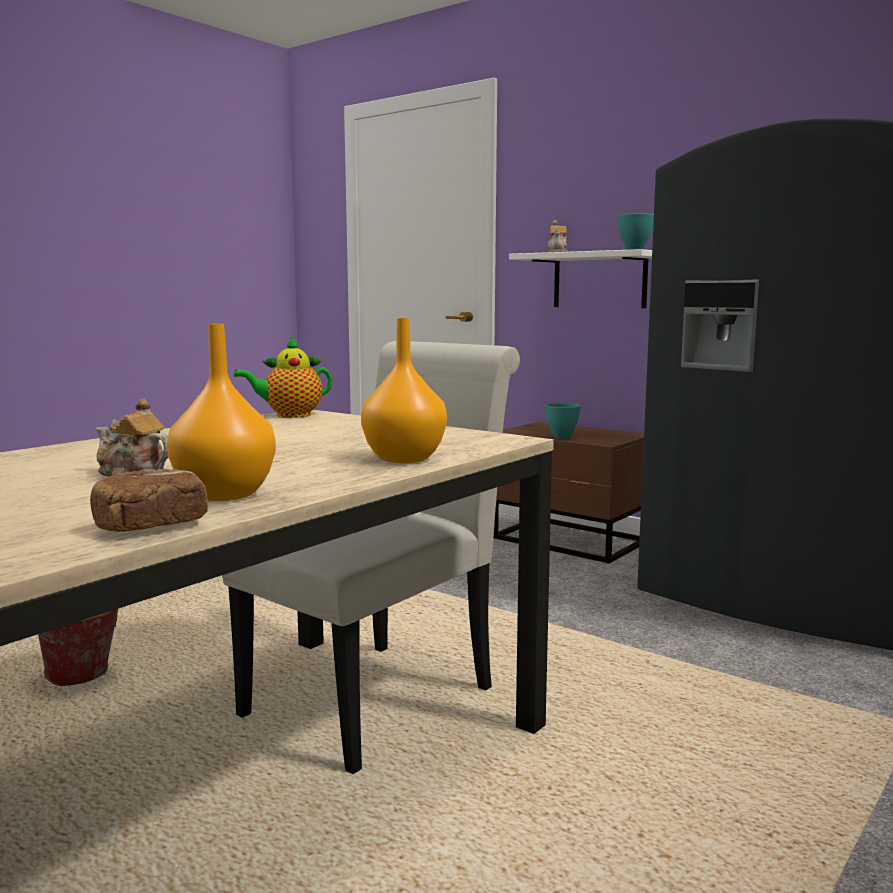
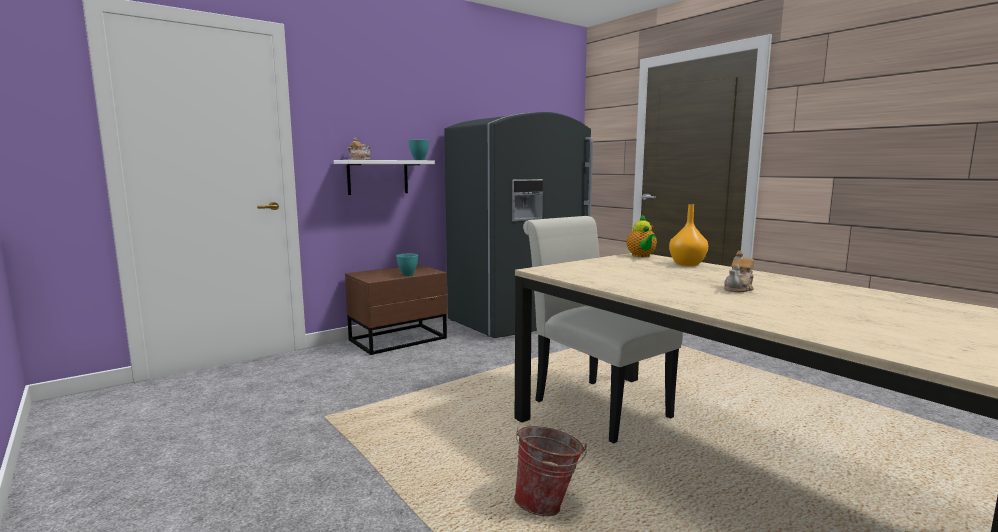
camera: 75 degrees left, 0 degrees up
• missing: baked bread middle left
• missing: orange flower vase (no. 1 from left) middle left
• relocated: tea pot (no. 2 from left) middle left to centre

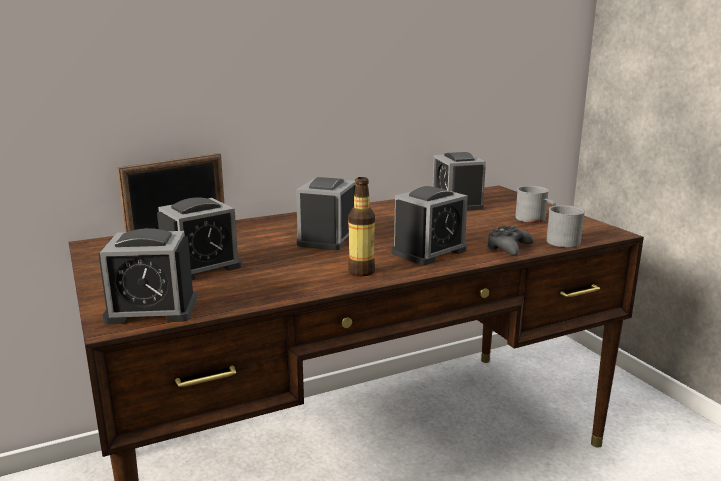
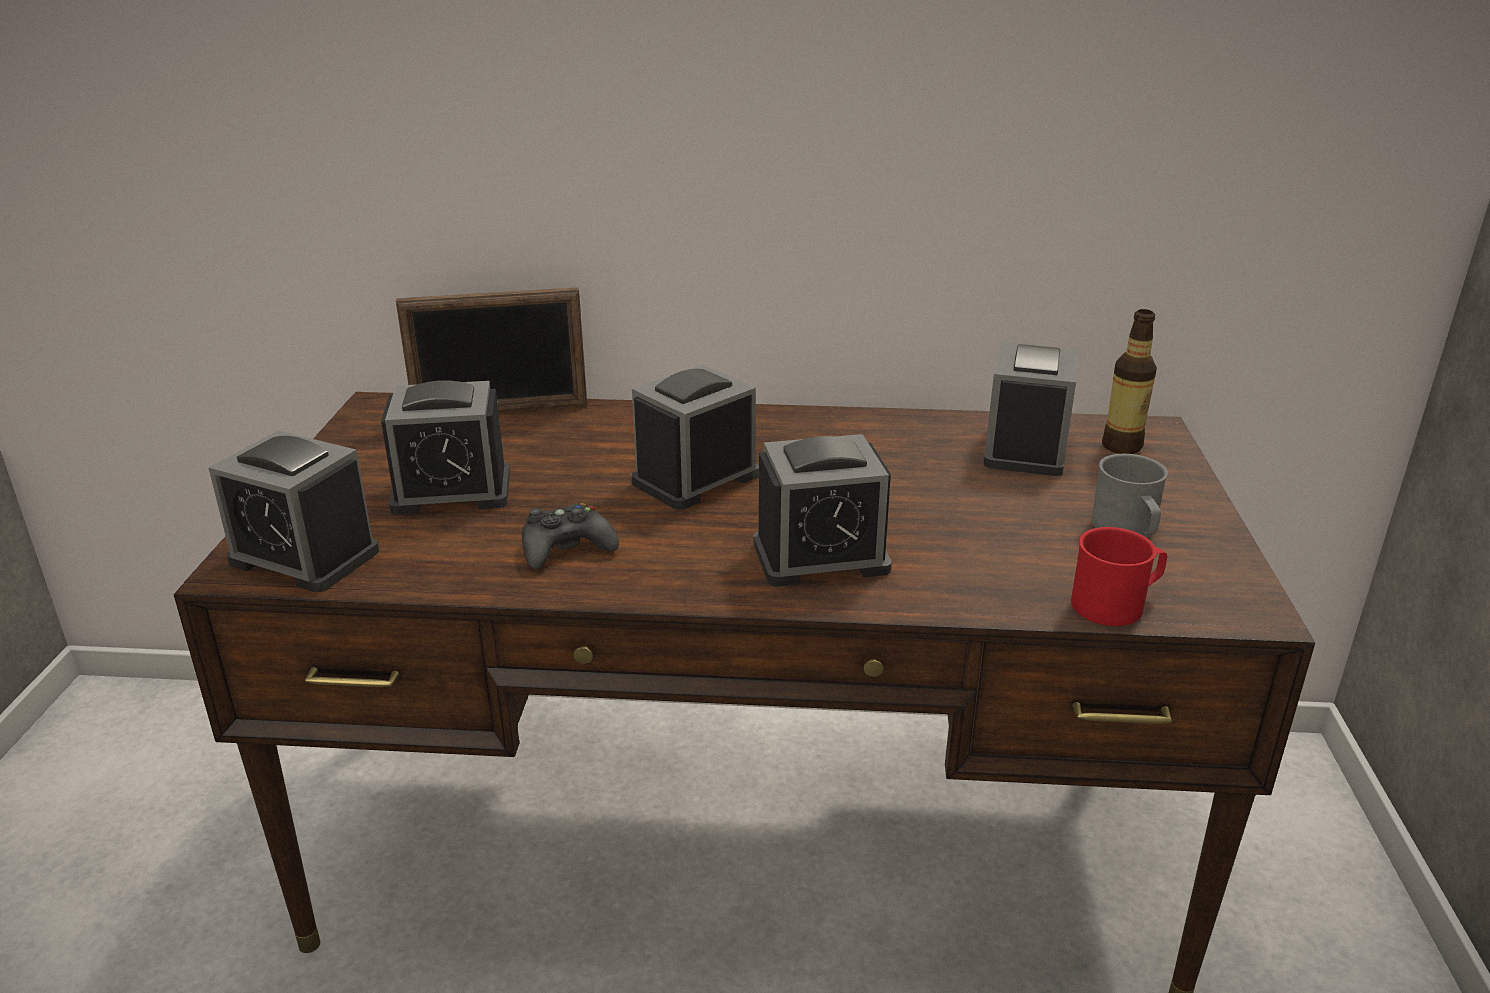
camera: 30 degrees right, 10 degrees up
• relocated: beverage bottle centre to middle right
• relocated: blackish game controller middle right to centre
• colour: grey tea mug (no. 2 from left) middle right to reddish tea mug middle right

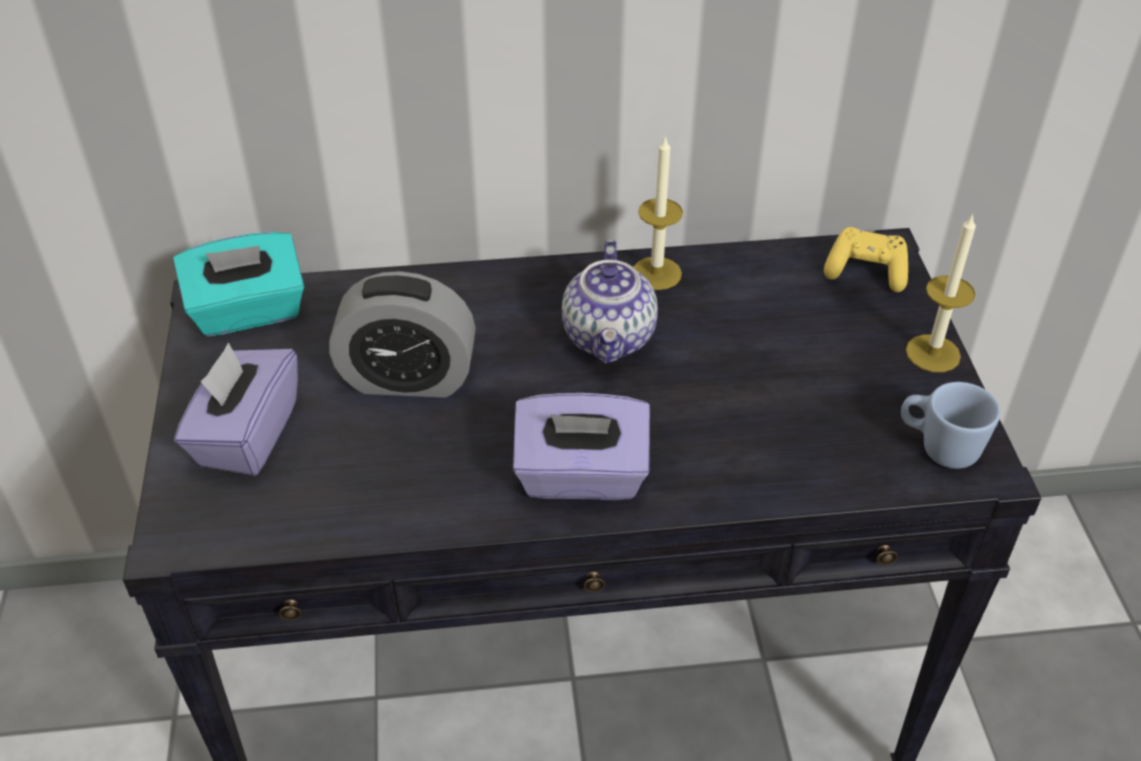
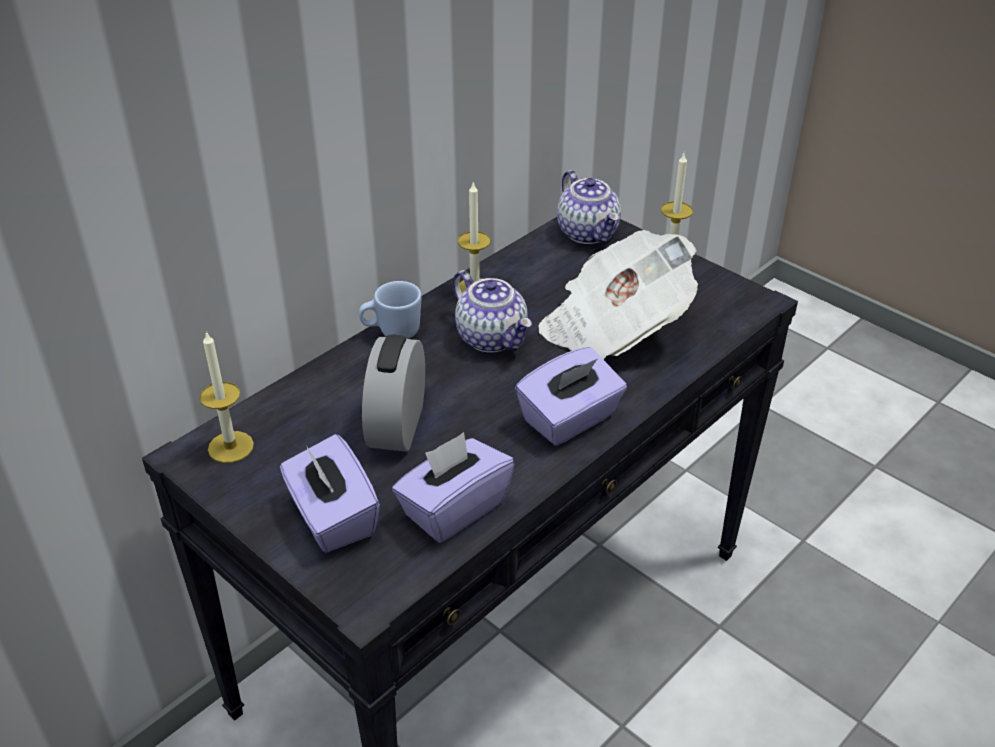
camera: 40 degrees left, 5 degrees down
• appeared: purple-coloured box of tissues (no. 2 from left) centre
• appeared: printed paper centre
• relocated: bluish tea mug middle right to centre
• exchanged: blue-green box of tissues middle left to candle (no. 1 from left) middle left
• exchanged: yellow-coloured game controller middle right to tea pot (no. 2 from left) top centre
• spun: bedside clock centre = centre 135 degrees clockwise

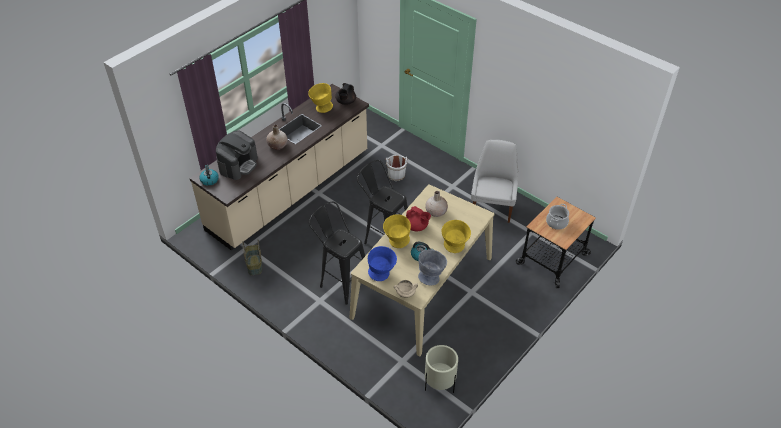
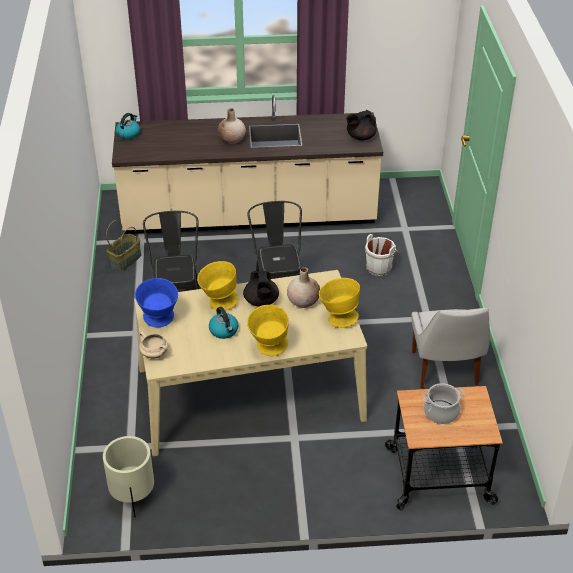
camera: 45 degrees right, 5 degrees down
• missing: coffee maker middle left
• missing: grey deep dish centre
• relocated: yellow-coloured deep dish (no. 1 from left in the first image) top centre to yellow-coloured deep dish (no. 3 from left) centre
• colour: reddish tea pot centre to blackish tea pot (no. 1 from left) centre
• spun: white-coloured chair centre = middle right 120 degrees clockwise

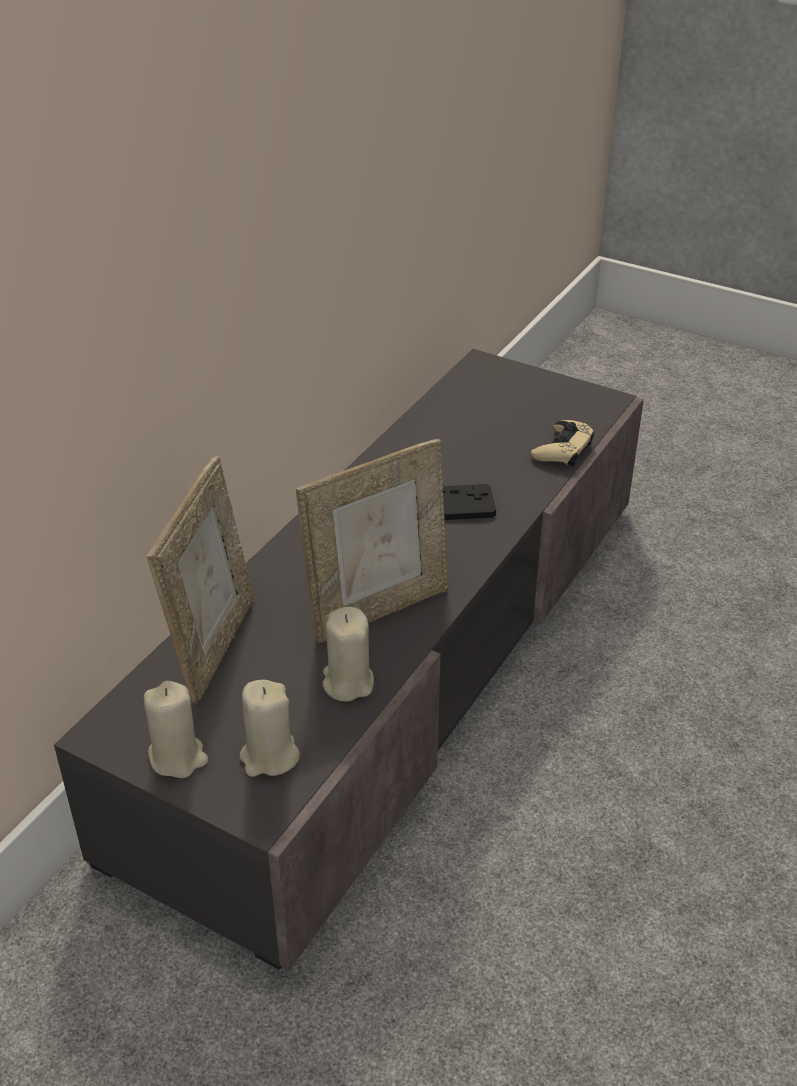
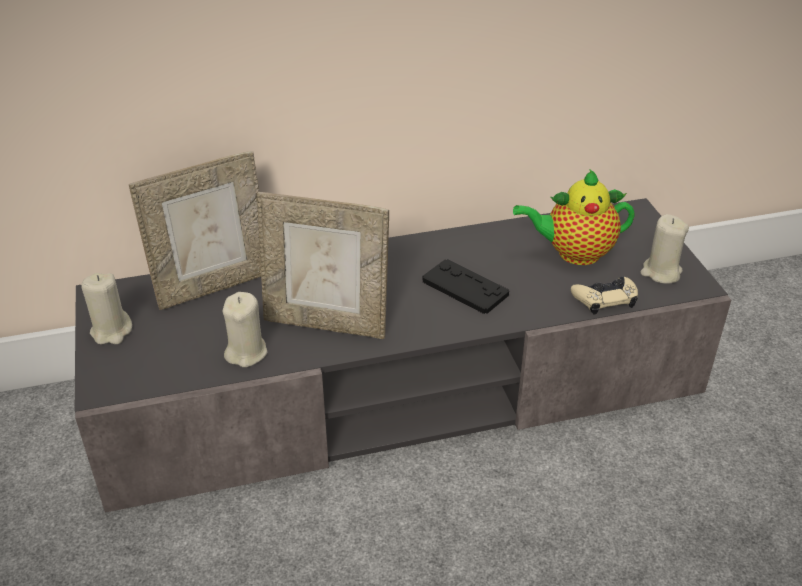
camera: 45 degrees right, 0 degrees up
• appeared: tea pot middle right
• relocated: beige candle (no. 2 from left in the first image) bottom centre to beige candle (no. 3 from left) middle right

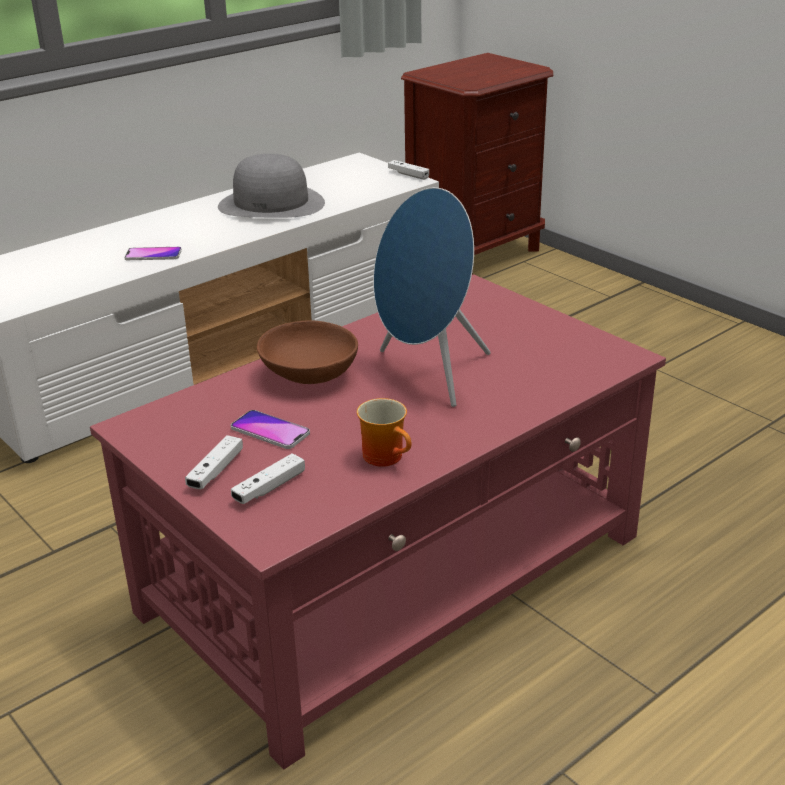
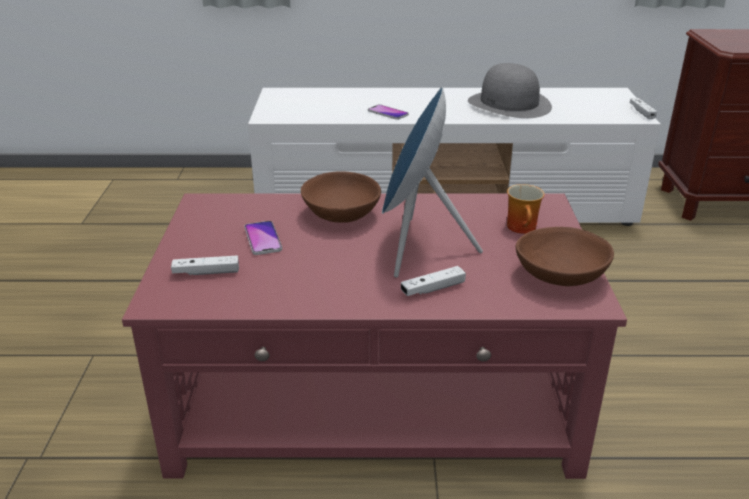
camera: 40 degrees right, 0 degrees up
• appeared: brown deep dish (no. 2 from left) middle right
• relocated: white-coloured game controller (no. 1 from left in the first image) middle left to white-coloured game controller (no. 2 from left) centre
• relocated: tea mug centre to middle right

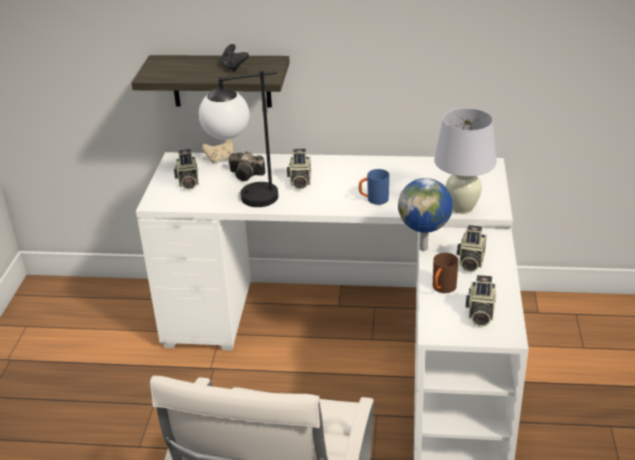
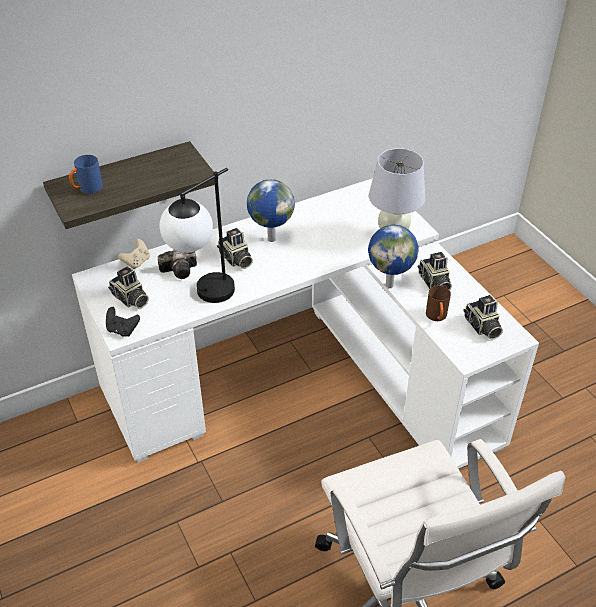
camera: 35 degrees left, 10 degrees up
• appeared: globe (no. 1 from left) centre
• relocated: blackish game controller top centre to middle left
• relocated: bluish tea mug centre to top left

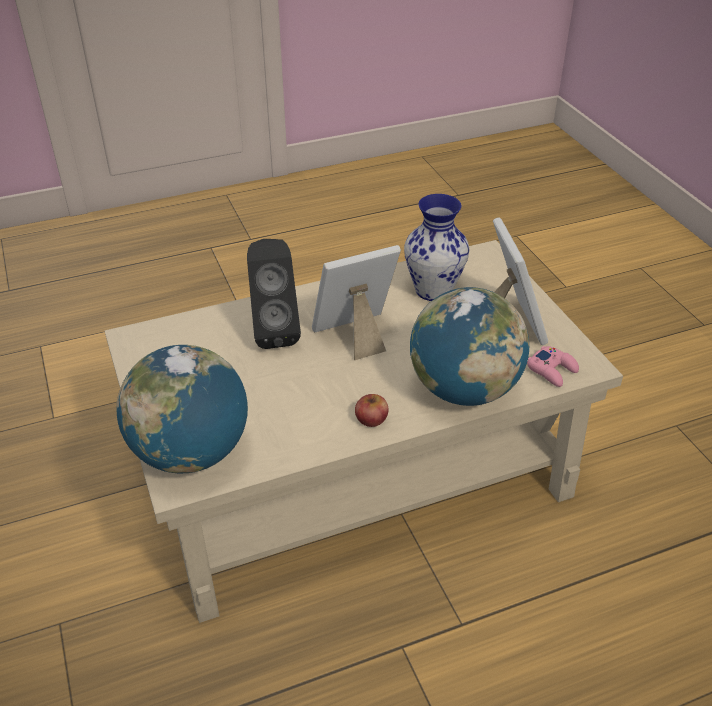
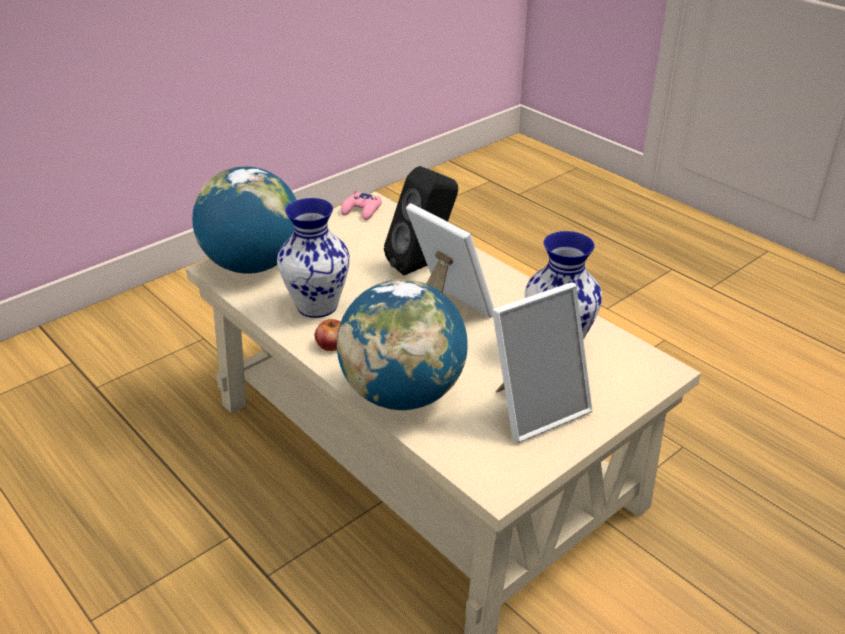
camera: 70 degrees right, 5 degrees down
• appeared: flower vase (no. 1 from left) centre
• relocated: pinkish game controller middle right to top centre

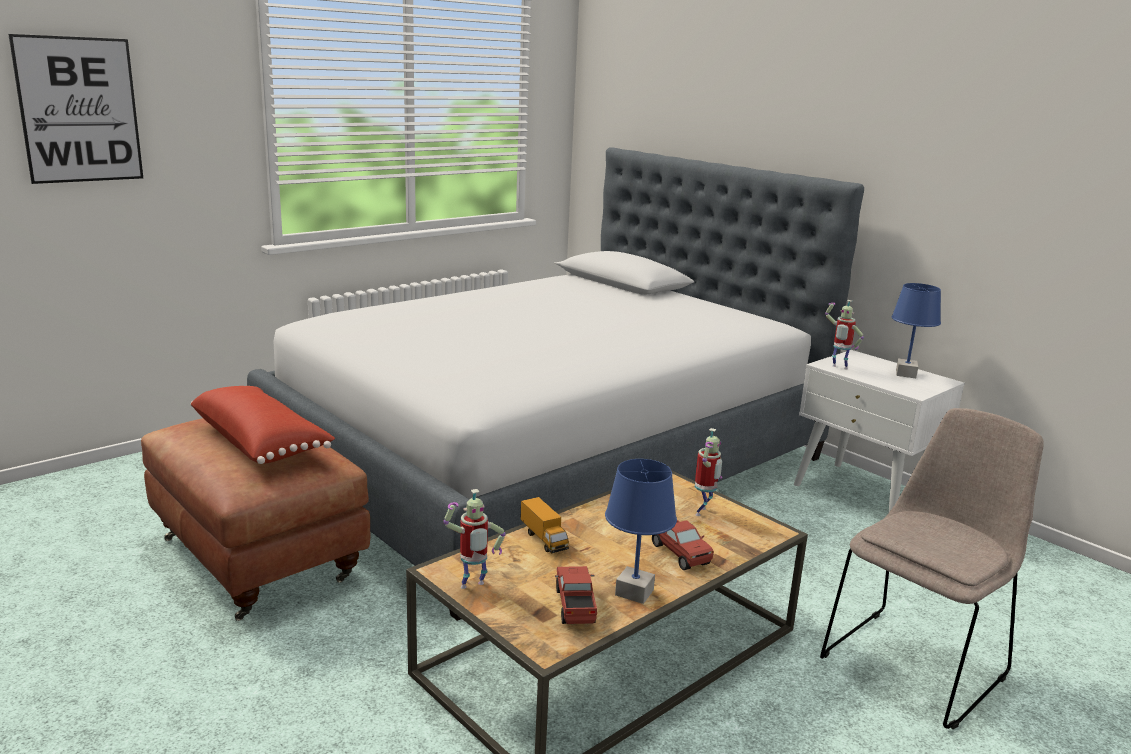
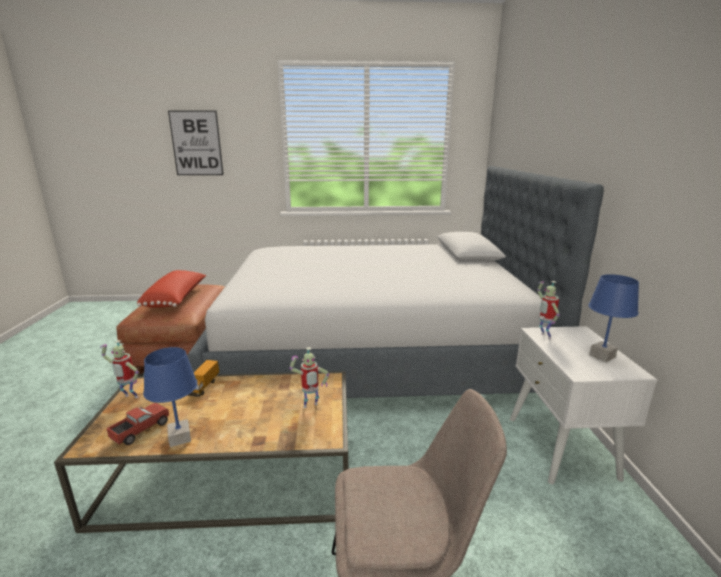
camera: 40 degrees right, 0 degrees up
• missing: model truck (no. 3 from left) bottom centre

